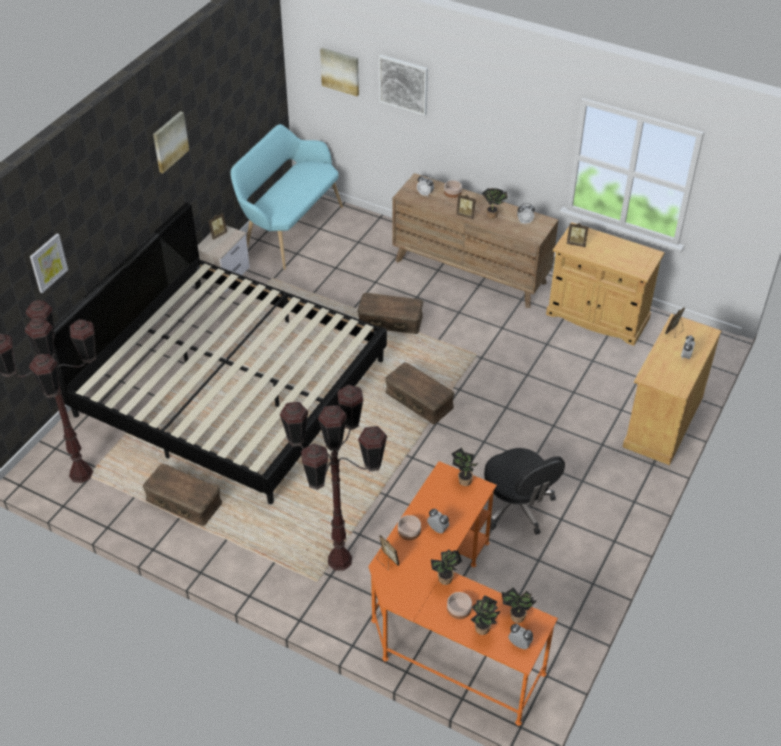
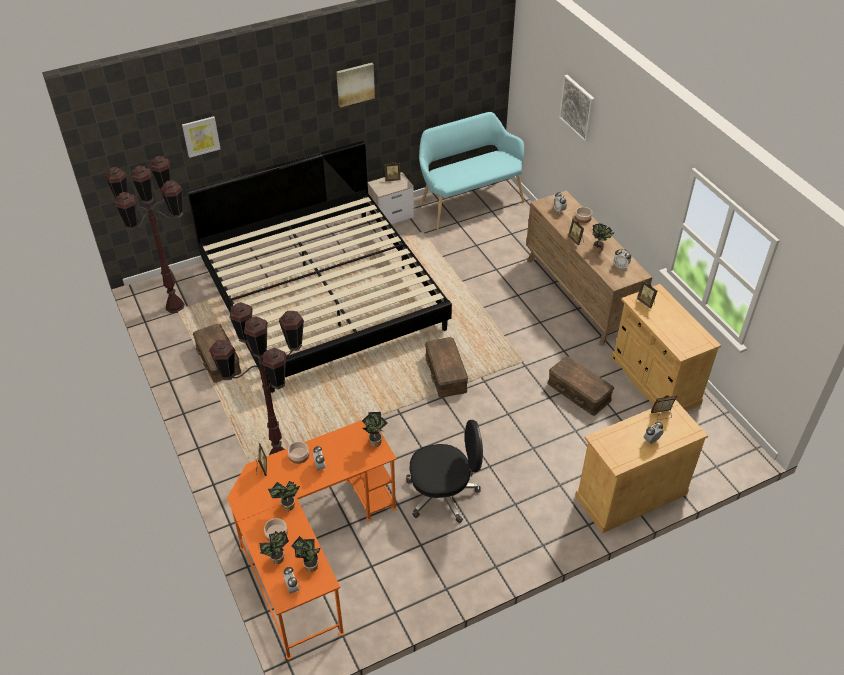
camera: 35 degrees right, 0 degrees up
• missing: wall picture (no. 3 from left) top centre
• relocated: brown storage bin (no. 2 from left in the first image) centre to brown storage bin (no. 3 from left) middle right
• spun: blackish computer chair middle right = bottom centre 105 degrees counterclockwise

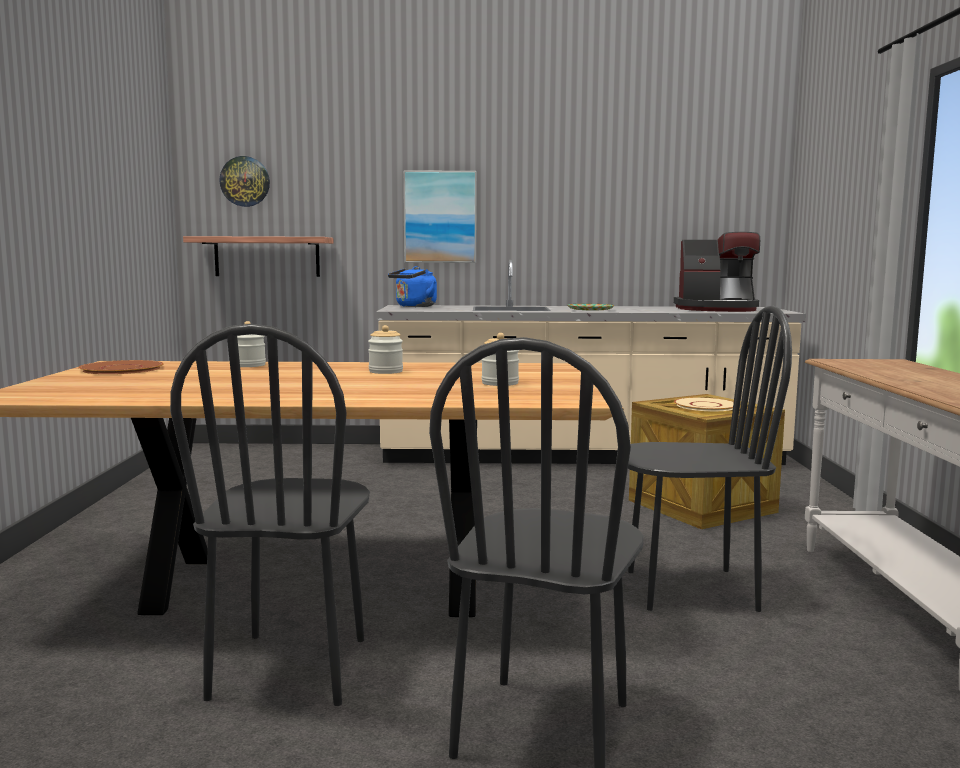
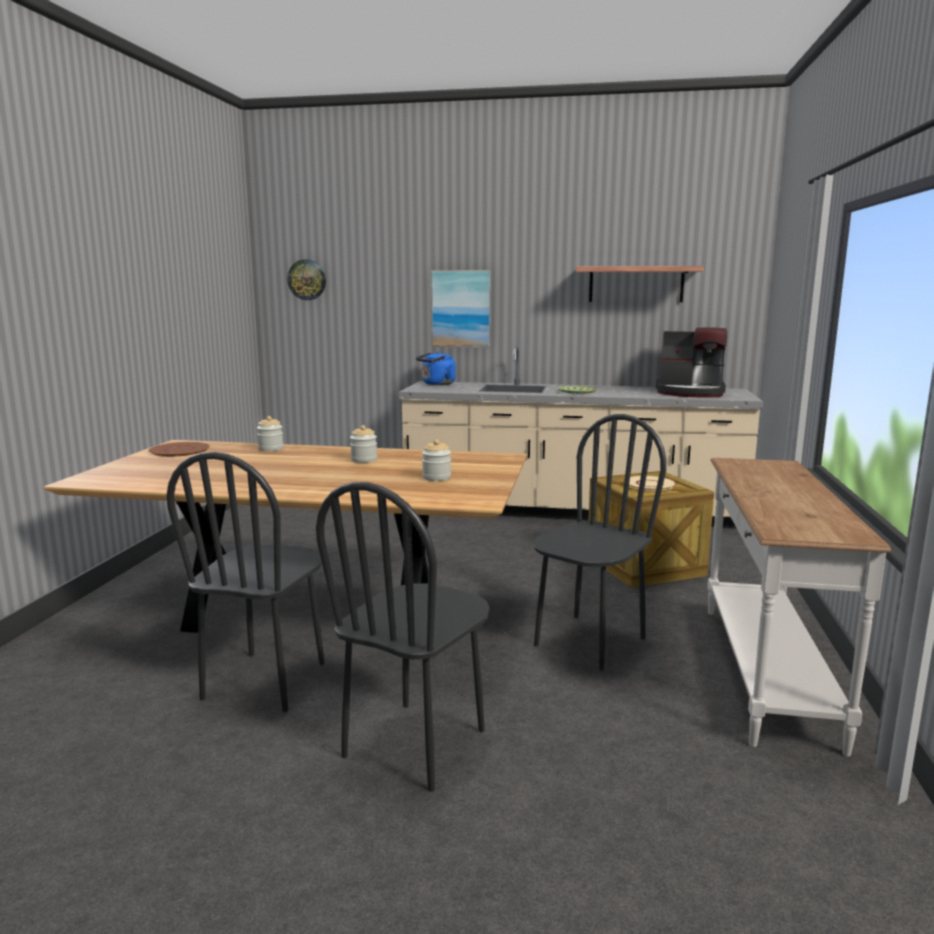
camera: 10 degrees right, 5 degrees up
• relocated: bracket shelf middle left to top right
• spun: blackish chair (no. 3 from left) middle right = centre 60 degrees counterclockwise

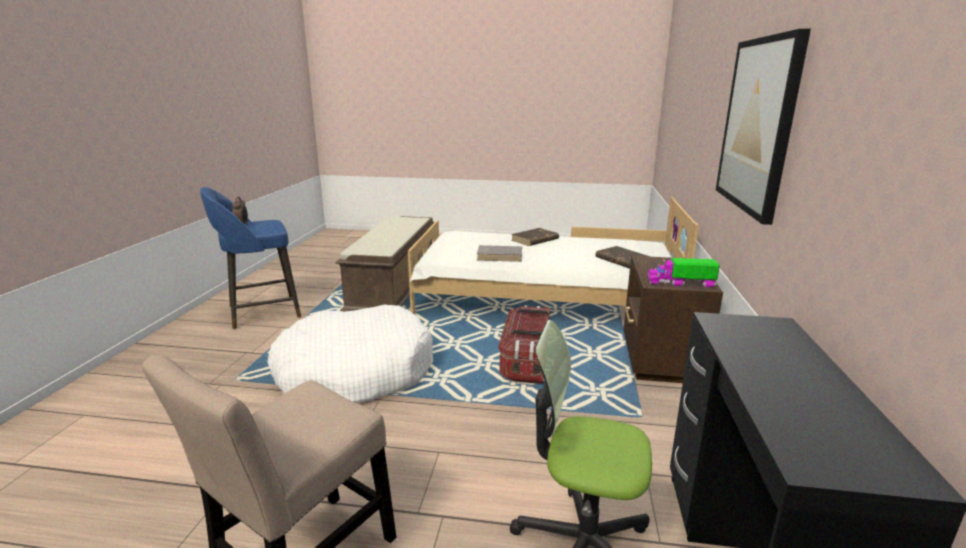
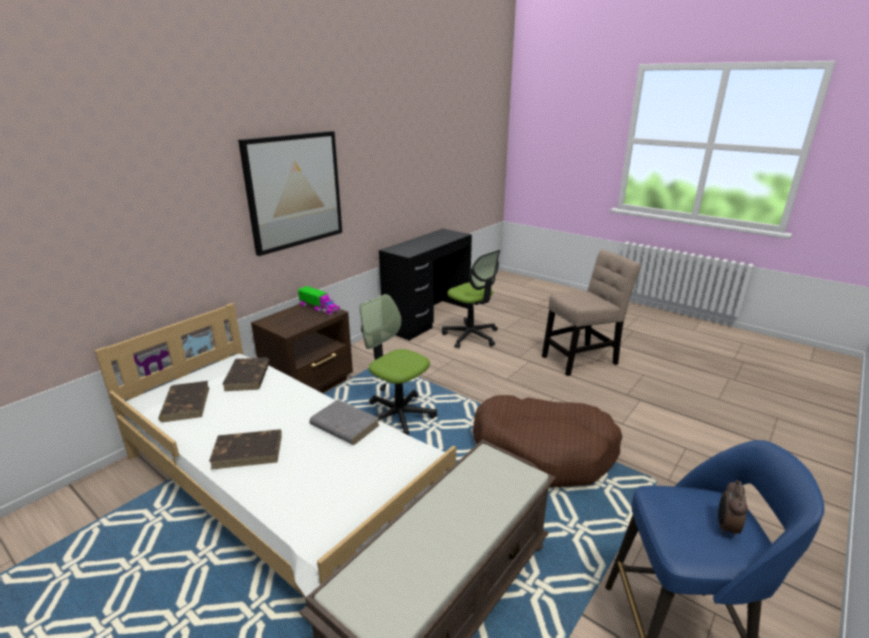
camera: 150 degrees left, 5 degrees up
• appeared: brown book (no. 1 from left) middle left
• exchanged: storage bin centre to computer chair (no. 1 from left) centre
• colour: white-coloured dog bed centre to brown dog bed bottom centre

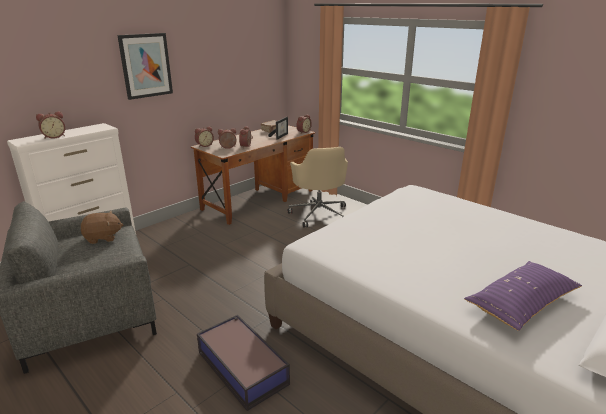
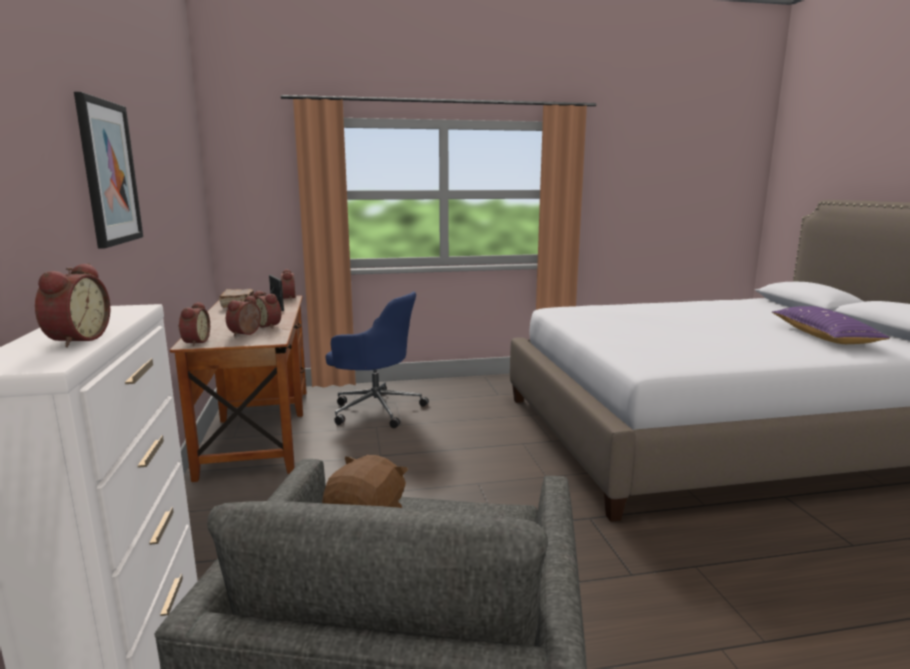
camera: 55 degrees left, 10 degrees down
• missing: storage bin bottom centre
• colour: beige computer chair centre to bluish computer chair centre

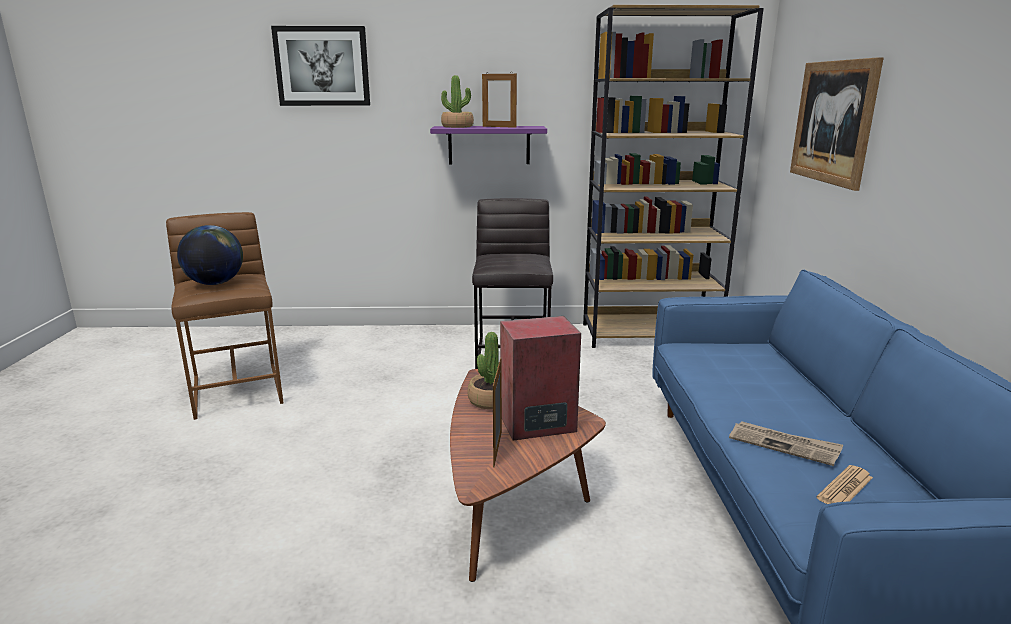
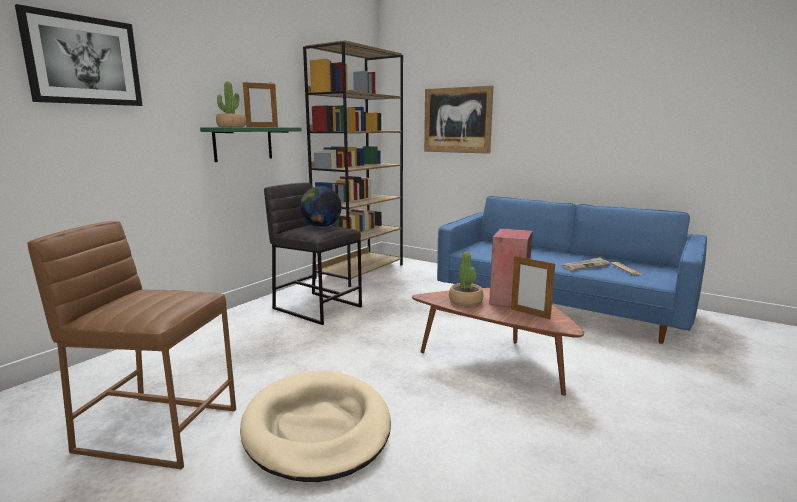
camera: 55 degrees left, 5 degrees down
• appeared: beige dog bed bottom centre
• relocated: globe middle left to centre
• colour: purple-coloured bracket shelf top centre to greenish bracket shelf top left

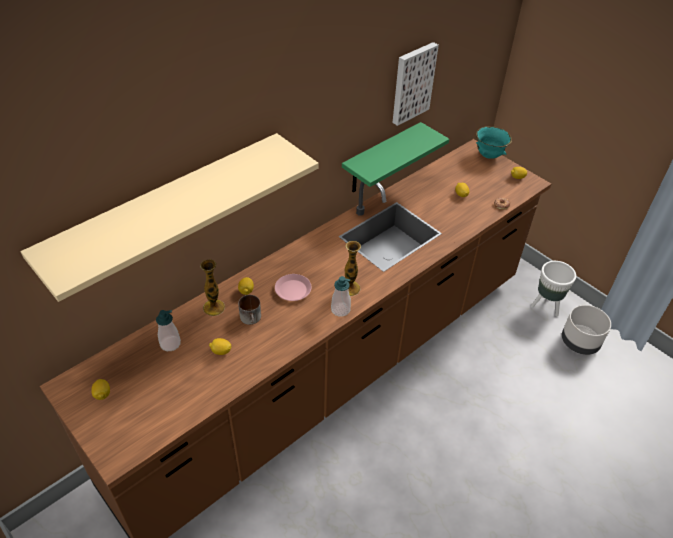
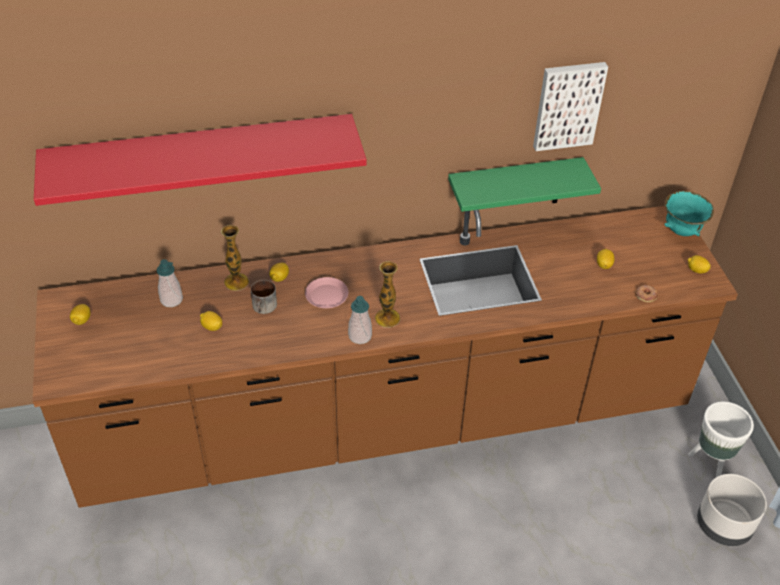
camera: 30 degrees right, 0 degrees up
• colour: beige bracket shelf middle left to reddish bracket shelf top left

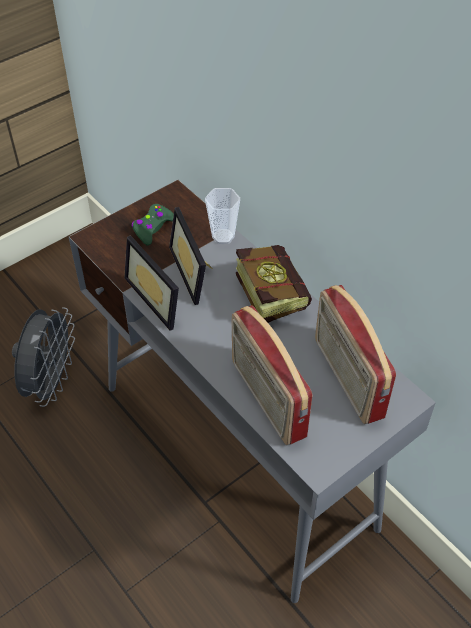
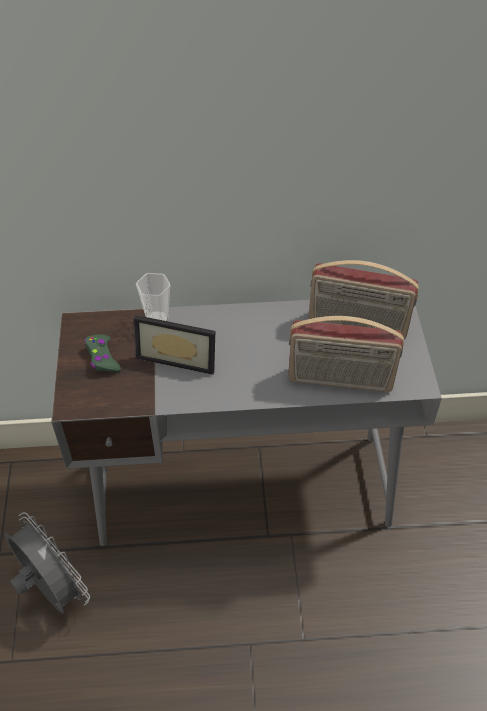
camera: 55 degrees left, 0 degrees up
• missing: picture frame (no. 1 from left) middle left
• missing: book centre

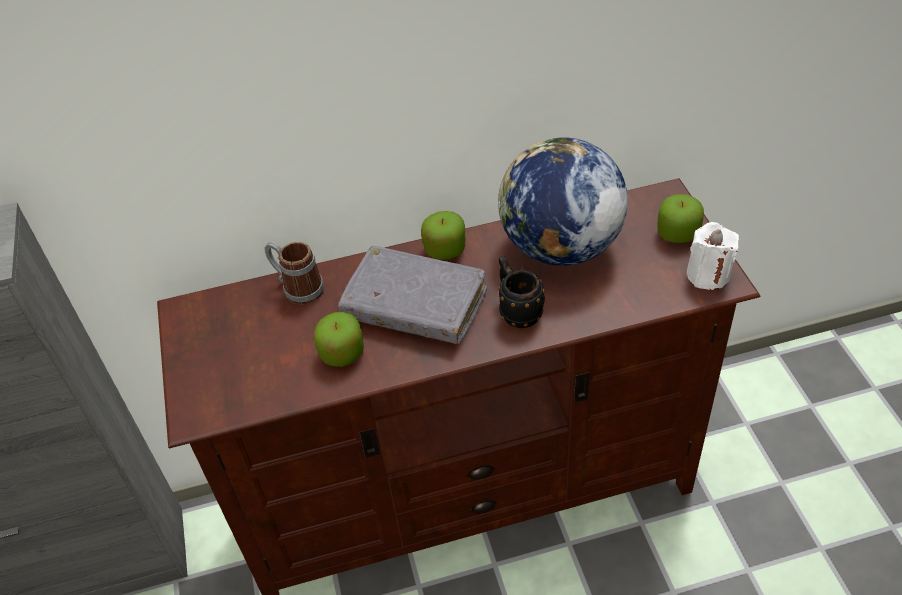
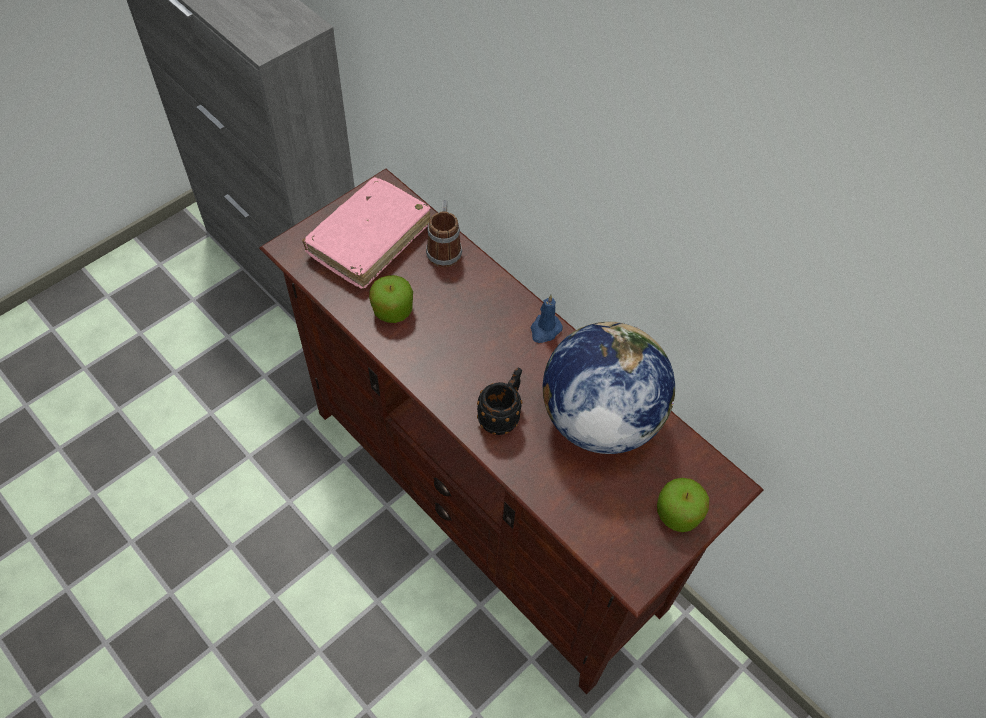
camera: 55 degrees right, 10 degrees up
• missing: grey book centre
• missing: white-coloured candle middle right
• appeared: pinkish book top centre
• exchanged: apple (no. 2 from left) centre to bluish candle centre

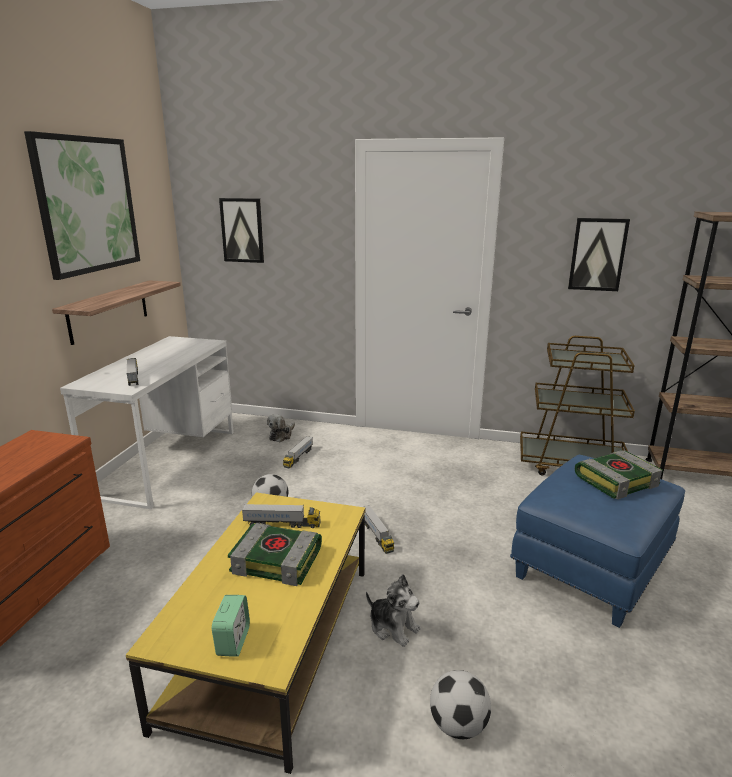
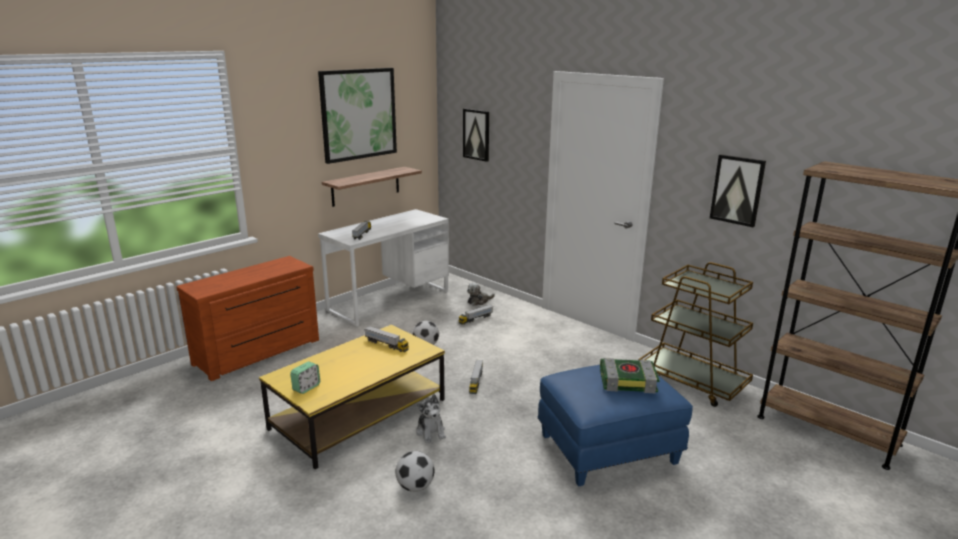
camera: 30 degrees right, 0 degrees up
• missing: book (no. 1 from left) bottom centre

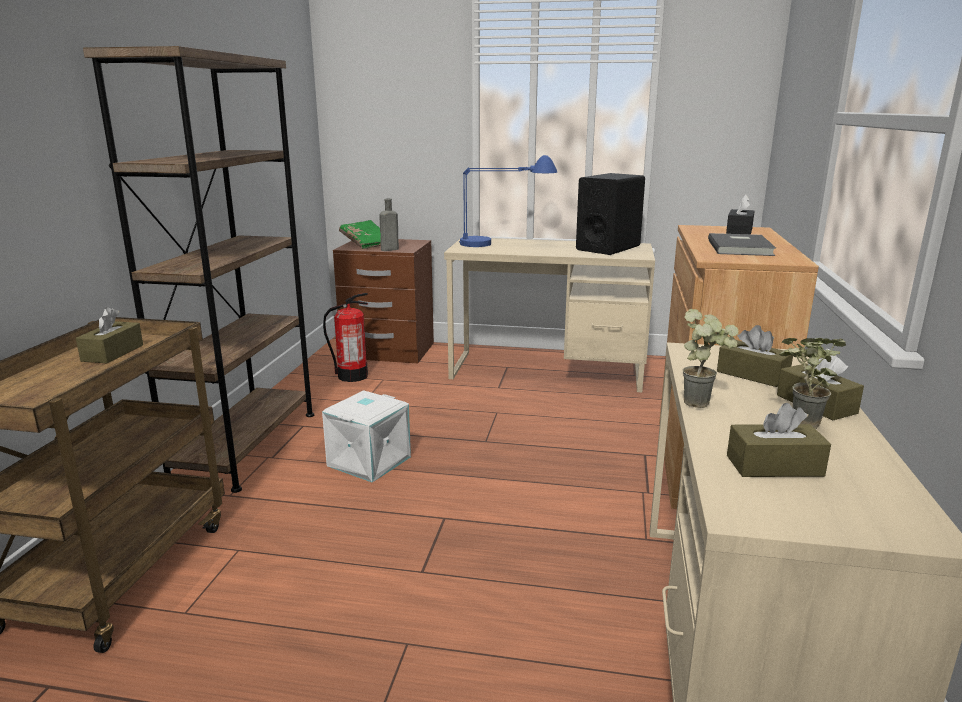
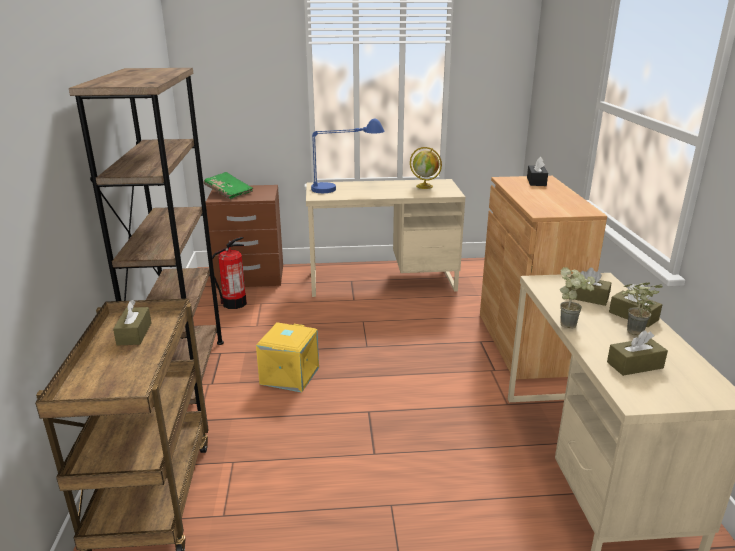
camera: 15 degrees left, 5 degrees up
• missing: grey beverage bottle top centre
• missing: grey book middle right
• exchanged: blackish loudspeaker top centre to globe top centre
• colour: white-coloured storage bin centre to yellow-coloured storage bin centre

